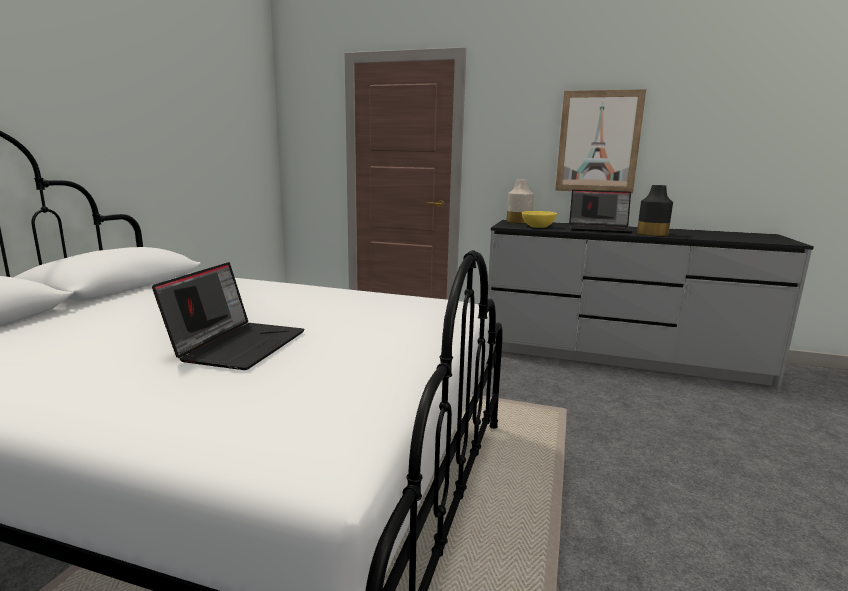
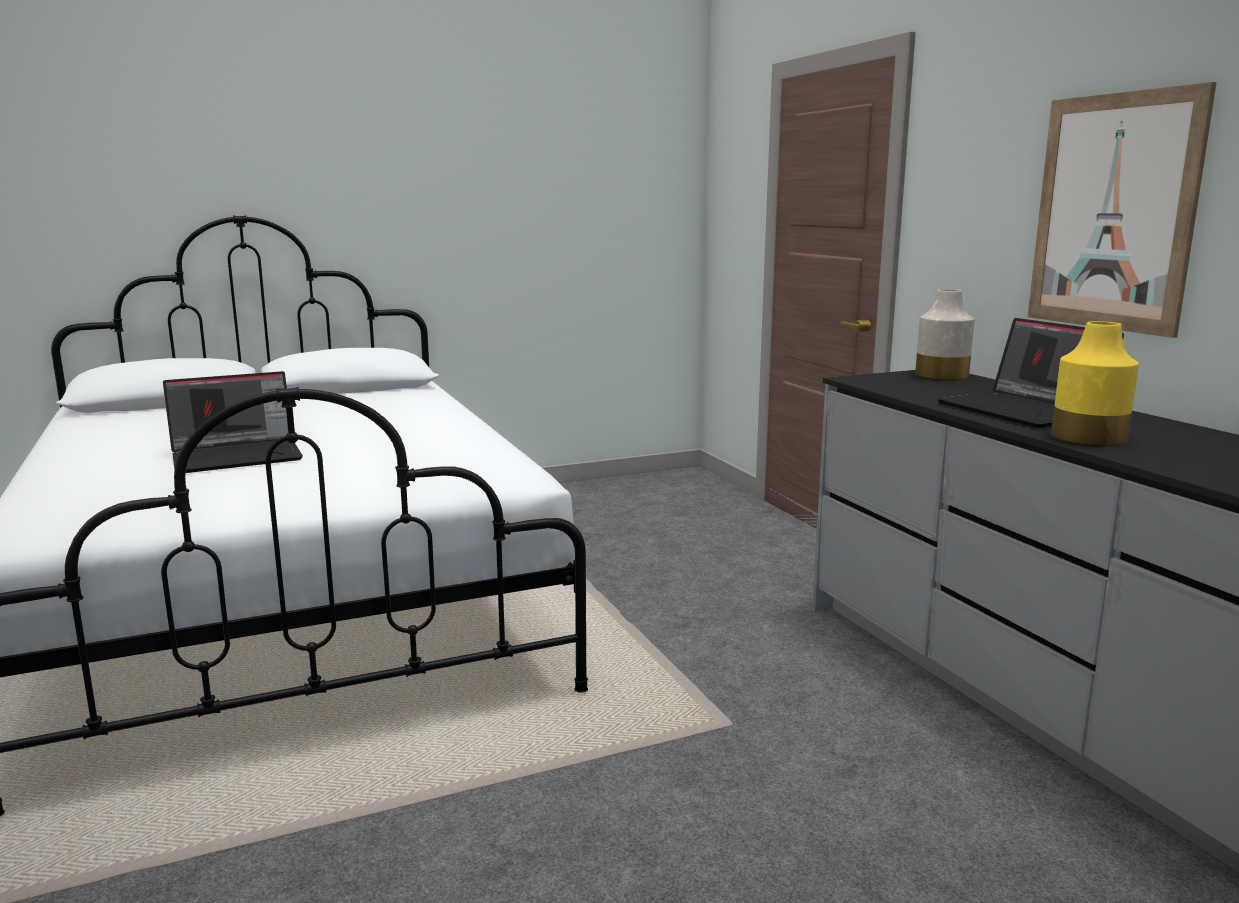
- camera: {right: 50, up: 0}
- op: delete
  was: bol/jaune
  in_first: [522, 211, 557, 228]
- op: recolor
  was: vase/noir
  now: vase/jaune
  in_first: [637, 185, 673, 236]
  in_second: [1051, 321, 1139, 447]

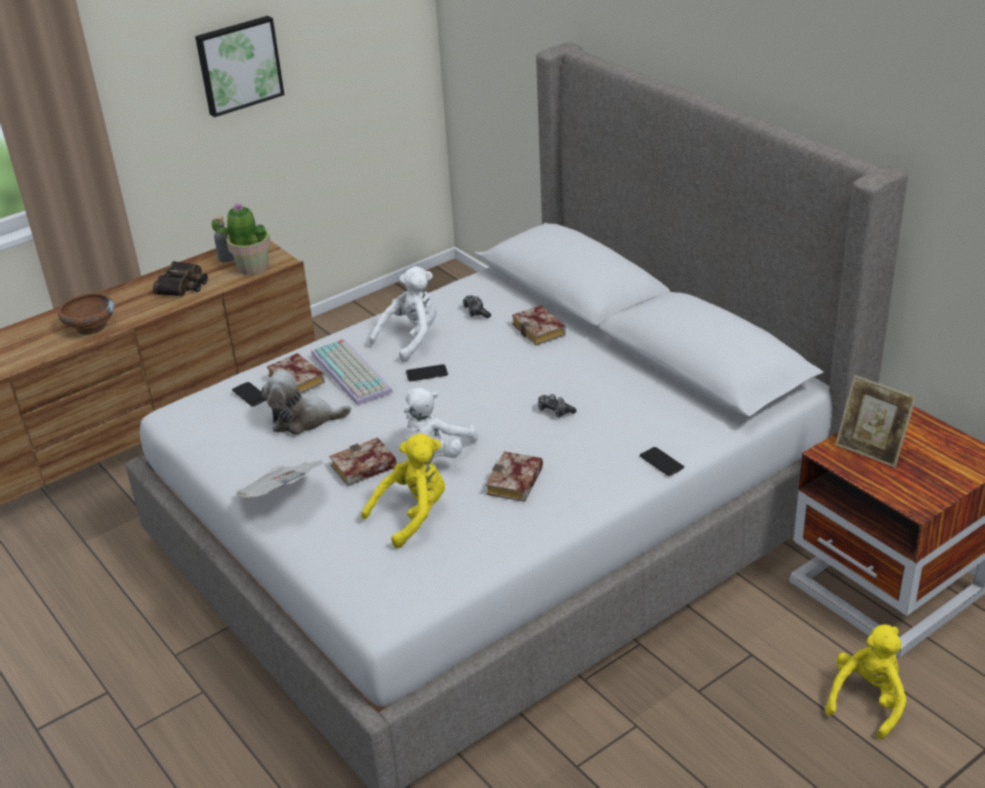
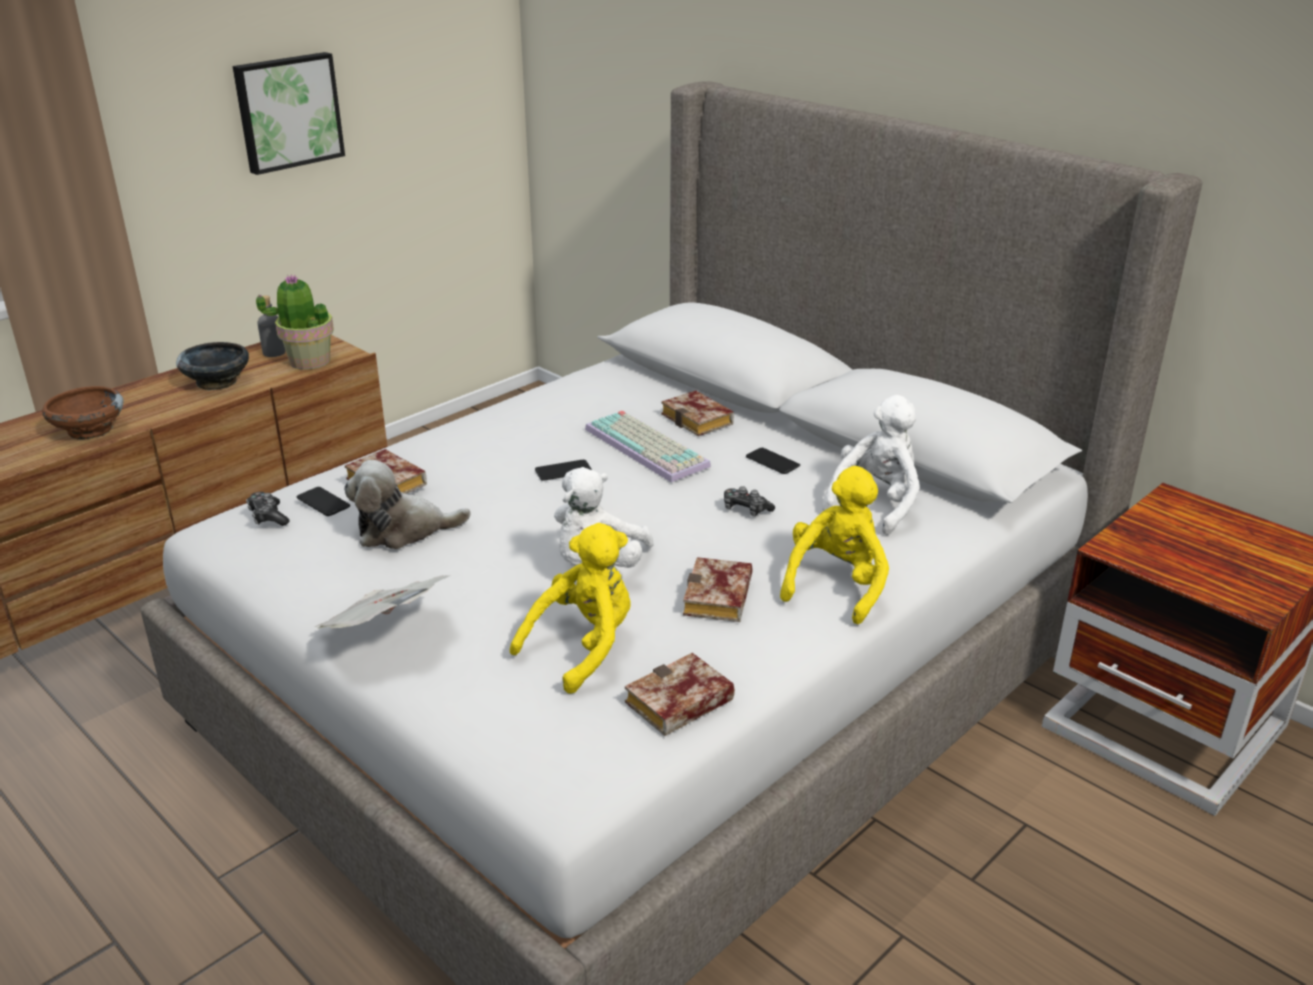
- camera: {right: -10, up: -5}
- op: delete
  was: cadre photo
  in_first: [835, 375, 916, 468]
- op: move
  was: clavier
  in_first: [311, 339, 393, 406]
  in_second: [585, 411, 711, 483]
- op: move
  was: livre
  in_first: [329, 437, 397, 486]
  in_second: [625, 653, 735, 736]
- op: move
  was: peluche/blanc
  in_first: [369, 266, 437, 362]
  in_second: [822, 395, 920, 535]
- op: move
  was: manette
  in_first: [462, 295, 491, 318]
  in_second: [246, 492, 290, 526]
- op: move
  was: téléphone
  in_first: [640, 447, 684, 476]
  in_second: [746, 448, 800, 474]
- op: move
  was: peluche/jaune
  in_first: [825, 624, 906, 739]
  in_second: [780, 466, 889, 625]
- op: replace
  was: jumelles
  now: bol/noir
  in_first: [153, 261, 208, 296]
  in_second: [176, 342, 249, 391]

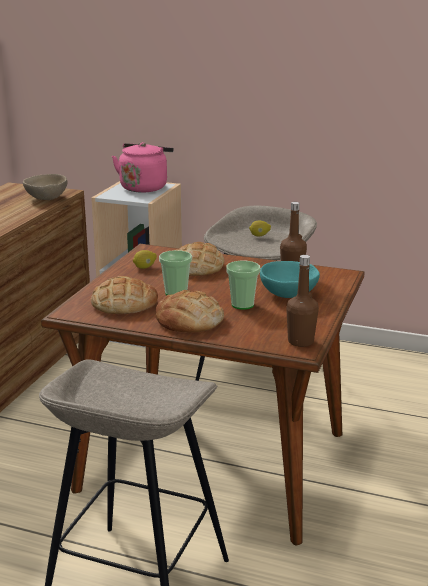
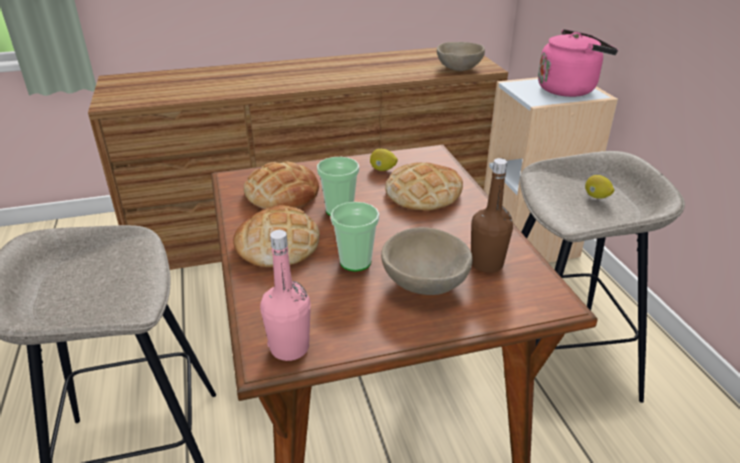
- camera: {right: 55, up: 10}
- op: recolor
  was: bol/turquoise
  now: bol/beige
  in_first: [260, 261, 320, 298]
  in_second: [381, 227, 473, 295]
- op: recolor
  was: bouteille/marron
  now: bouteille/rose
  in_first: [286, 255, 319, 347]
  in_second: [260, 230, 311, 361]

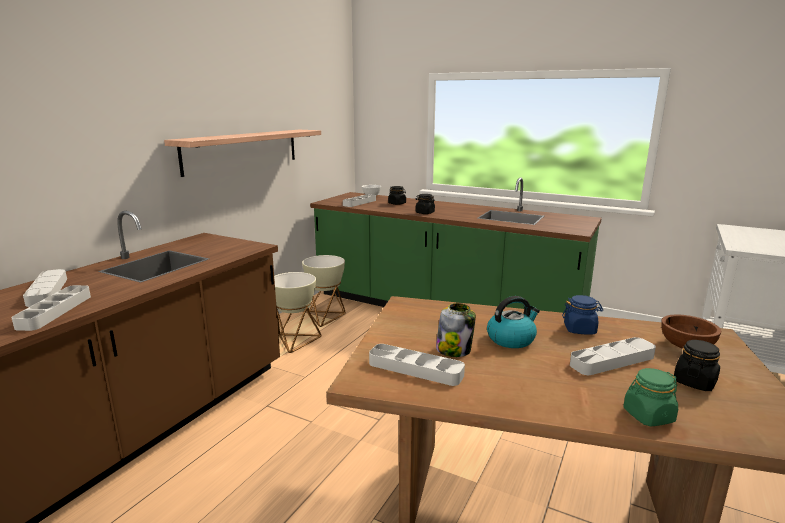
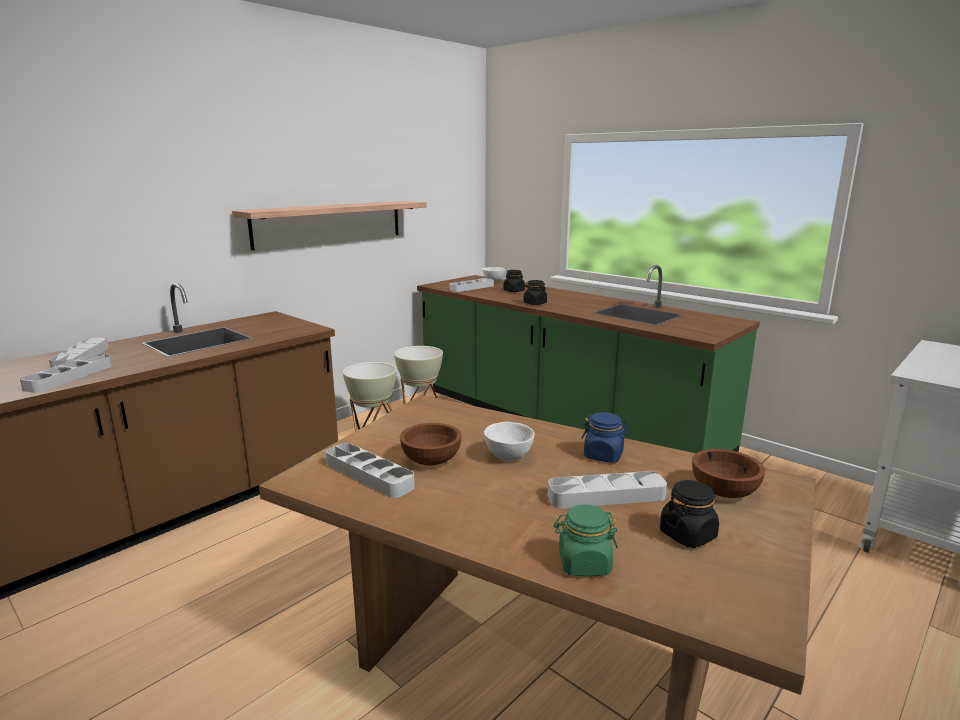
- camera: {right: 15, up: 0}
- op: replace
  was: bocal
  now: bol/marron
  in_first: [436, 303, 476, 357]
  in_second: [400, 423, 462, 465]
- op: replace
  was: bouilloire
  now: bol/blanc
  in_first: [487, 296, 540, 348]
  in_second: [484, 422, 534, 461]

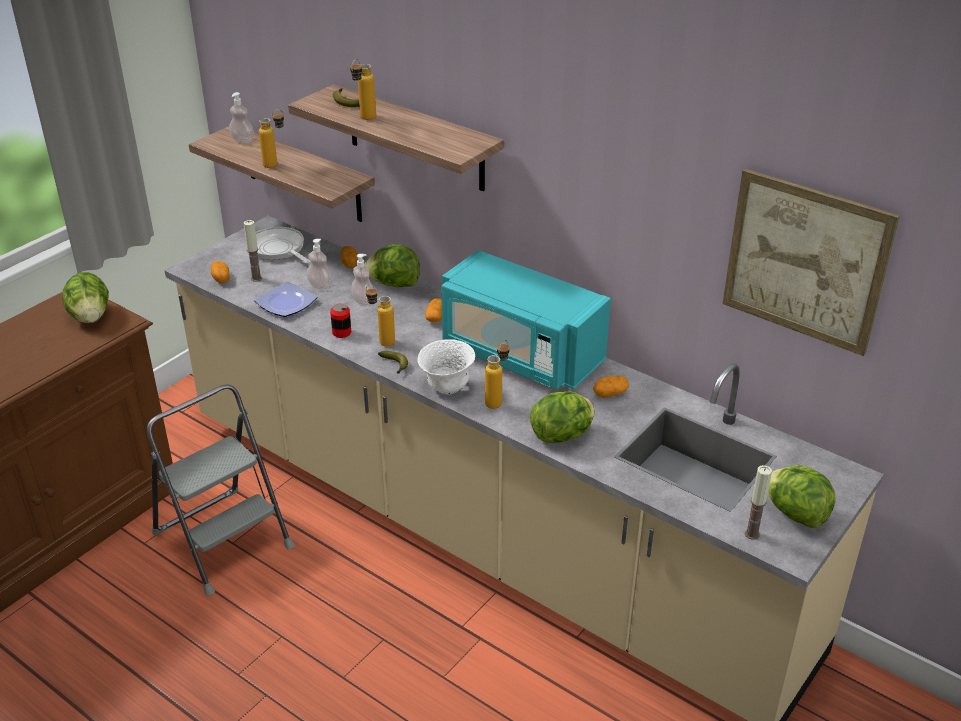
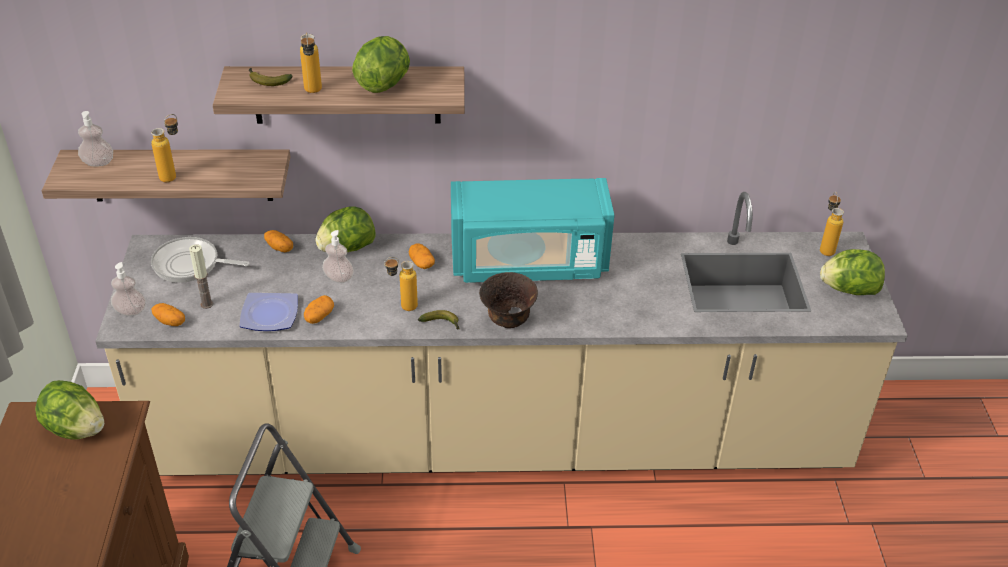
- camera: {right: -40, up: 5}
- op: delete
  was: boîte métallique
  in_first: [330, 304, 351, 338]
- op: delete
  was: tableau
  in_first: [722, 169, 900, 356]
- op: delete
  was: bougie
  in_first: [745, 465, 772, 540]
- op: move
  was: distributeur de savon
  in_first: [307, 239, 332, 290]
  in_second: [111, 262, 146, 316]
- op: move
  was: bouteille
  in_first: [485, 340, 510, 409]
  in_second: [820, 192, 844, 256]
- op: move
  was: laitue
  in_first: [530, 391, 594, 443]
  in_second: [352, 36, 410, 93]
- op: move
  was: pomme de terre
  in_first: [593, 376, 629, 398]
  in_second: [304, 295, 334, 324]
- op: recolor
  was: bol/blanc
  now: bol/marron
  in_first: [417, 340, 475, 394]
  in_second: [479, 272, 538, 328]

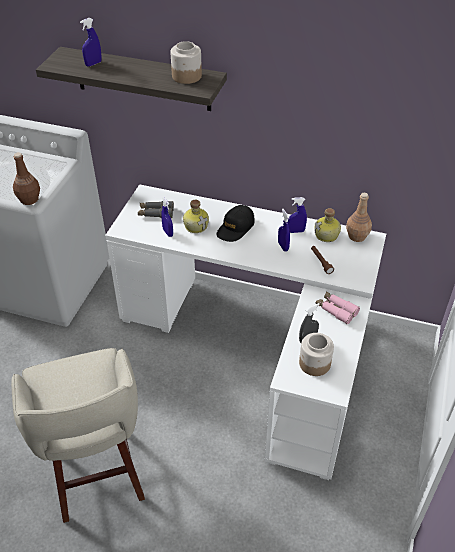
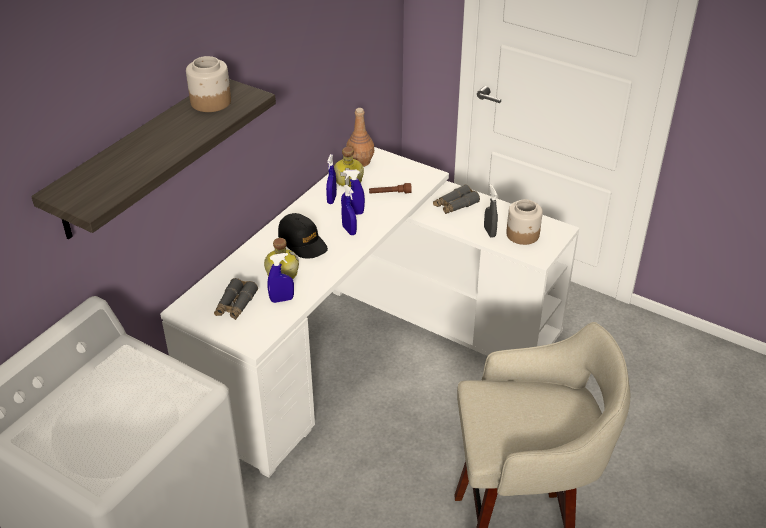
- camera: {right: -75, up: -5}
- op: delete
  was: bouteille/marron
  in_first: [13, 152, 40, 205]
- op: move
  was: vaporisateur/bleu
  in_first: [80, 18, 102, 67]
  in_second: [342, 185, 357, 235]
- op: recolor
  was: jumelles/rose
  now: jumelles/gris
  in_first: [316, 292, 360, 324]
  in_second: [433, 184, 480, 214]

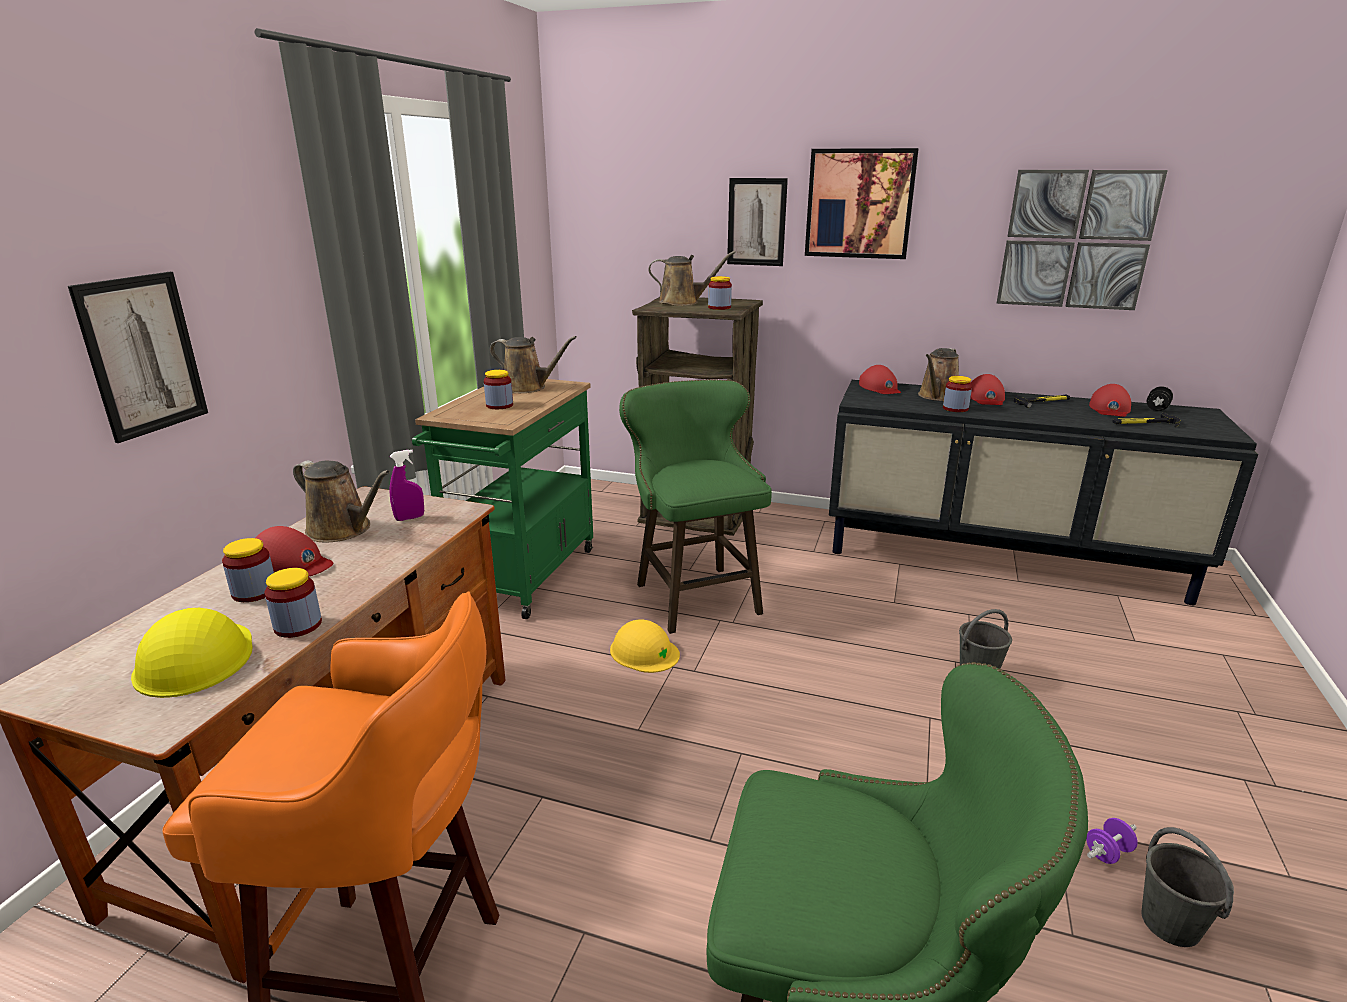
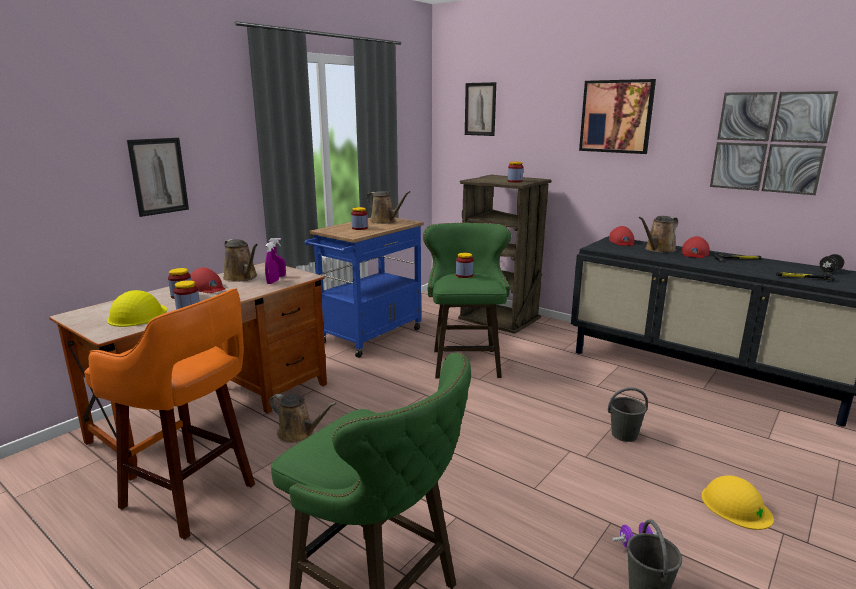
- camera: {right: 20, up: -5}
- op: delete
  was: casquette/rouge
  in_first: [1089, 384, 1131, 417]
- op: insert
  now: vaporisateur/violet
  in_second: [265, 241, 279, 284]
- op: move
  was: casque de chantier/jaune
  in_first: [610, 619, 680, 673]
  in_second: [702, 475, 774, 530]
- op: move
  was: arrosoir/marron
  in_first: [648, 251, 735, 306]
  in_second: [269, 394, 337, 443]
- op: move
  was: tableau
  in_first: [727, 178, 788, 266]
  in_second: [465, 82, 496, 136]
- op: move
  was: bocal
  in_first: [943, 376, 972, 412]
  in_second: [456, 253, 474, 278]
- op: recolor
  was: chariot/vert
  now: chariot/bleu
  in_first: [412, 379, 593, 619]
  in_second: [305, 218, 424, 358]

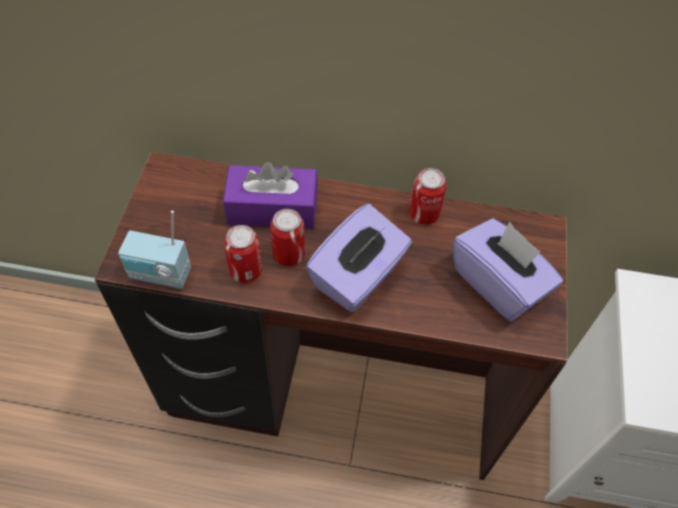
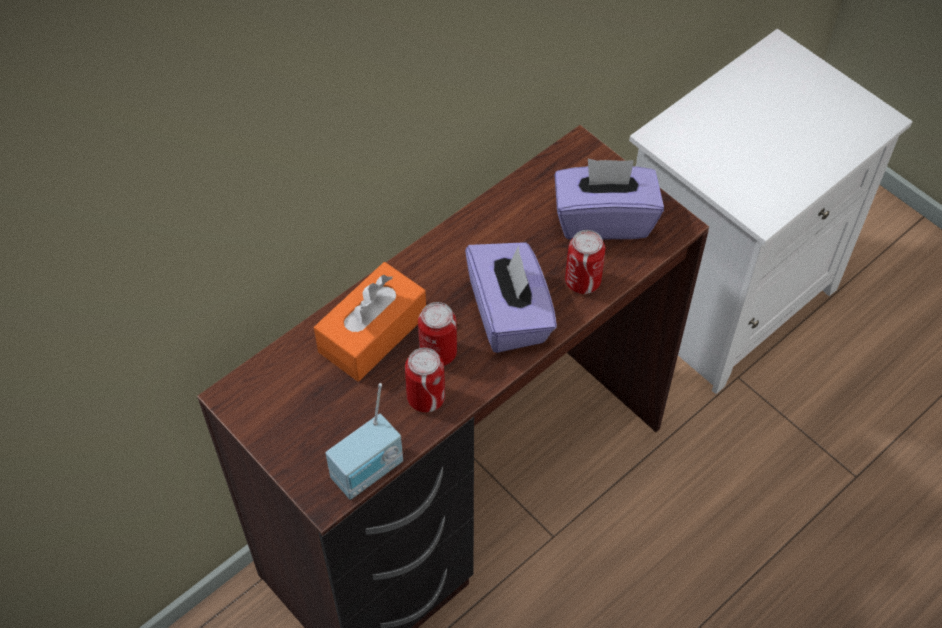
- camera: {right: -50, up: 0}
- op: move
  was: boîte métallique
  in_first: [409, 168, 447, 225]
  in_second: [565, 230, 605, 294]
- op: recolor
  was: boîte à mouchoirs/violet
  now: boîte à mouchoirs/orange
  in_first: [223, 162, 318, 229]
  in_second: [314, 262, 426, 381]

